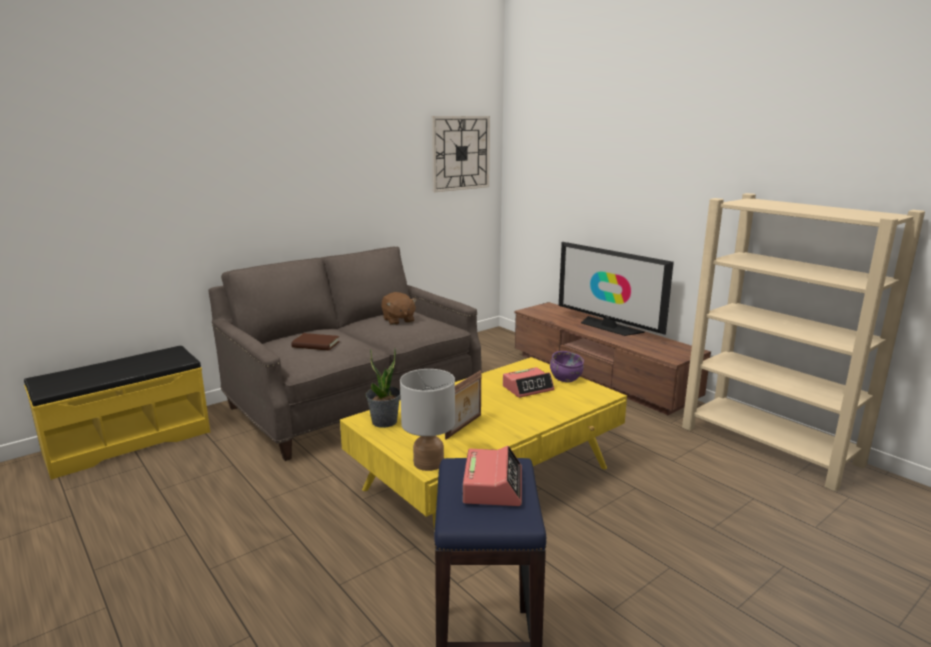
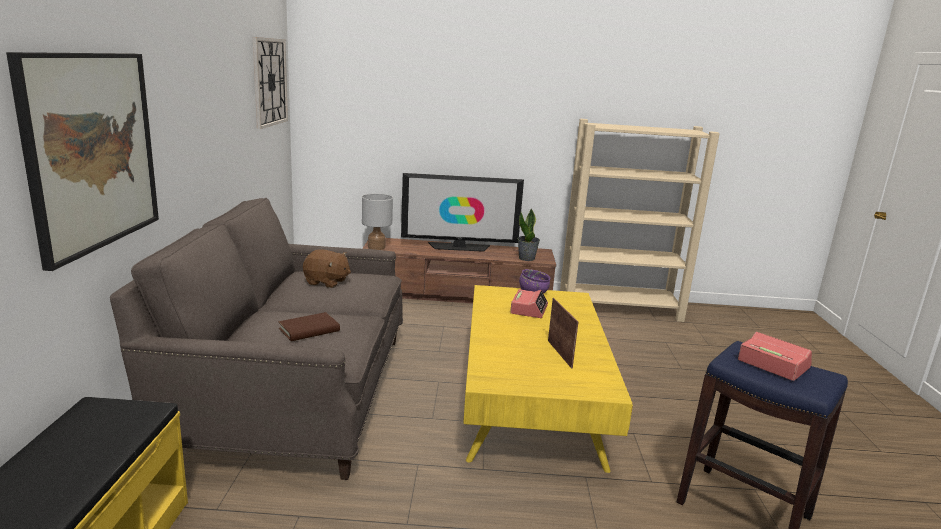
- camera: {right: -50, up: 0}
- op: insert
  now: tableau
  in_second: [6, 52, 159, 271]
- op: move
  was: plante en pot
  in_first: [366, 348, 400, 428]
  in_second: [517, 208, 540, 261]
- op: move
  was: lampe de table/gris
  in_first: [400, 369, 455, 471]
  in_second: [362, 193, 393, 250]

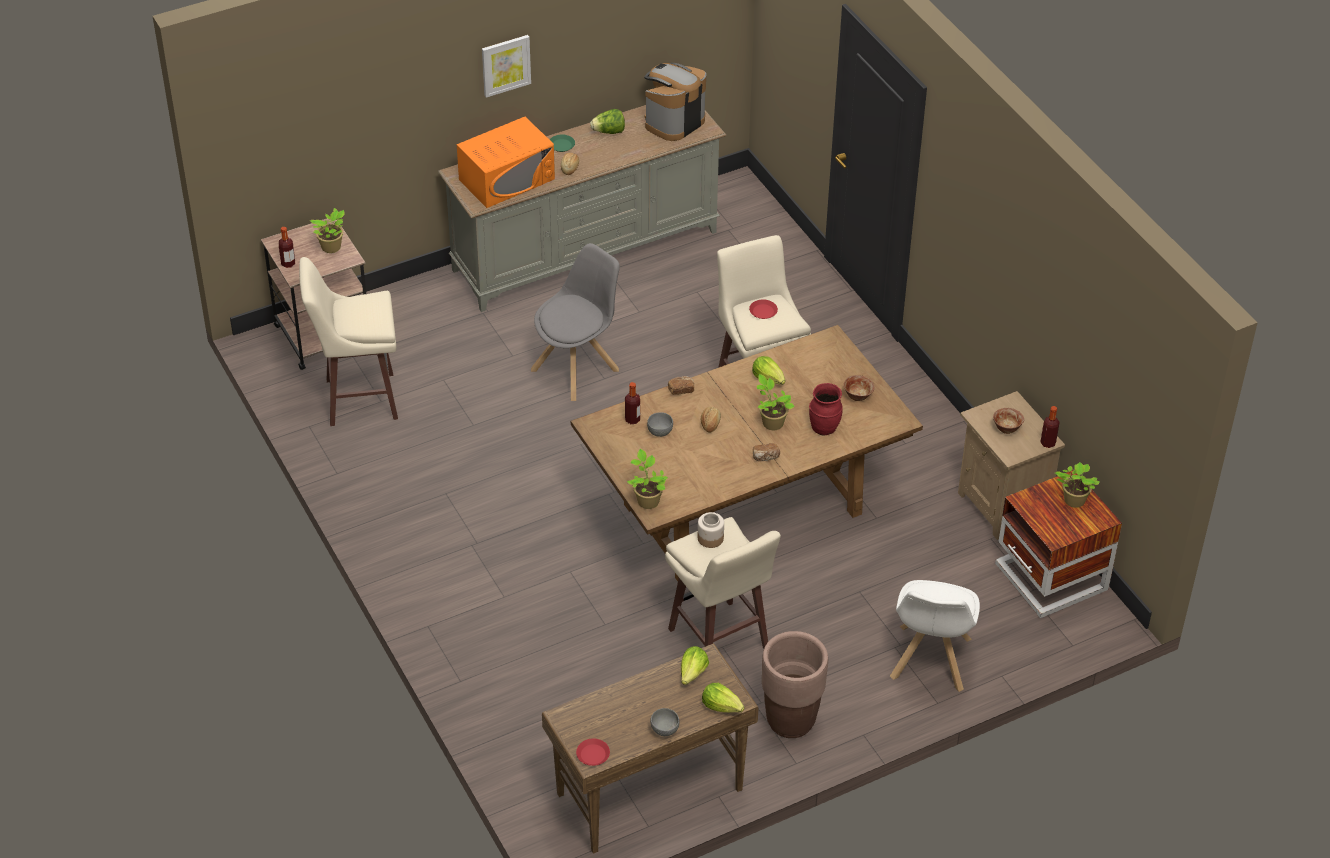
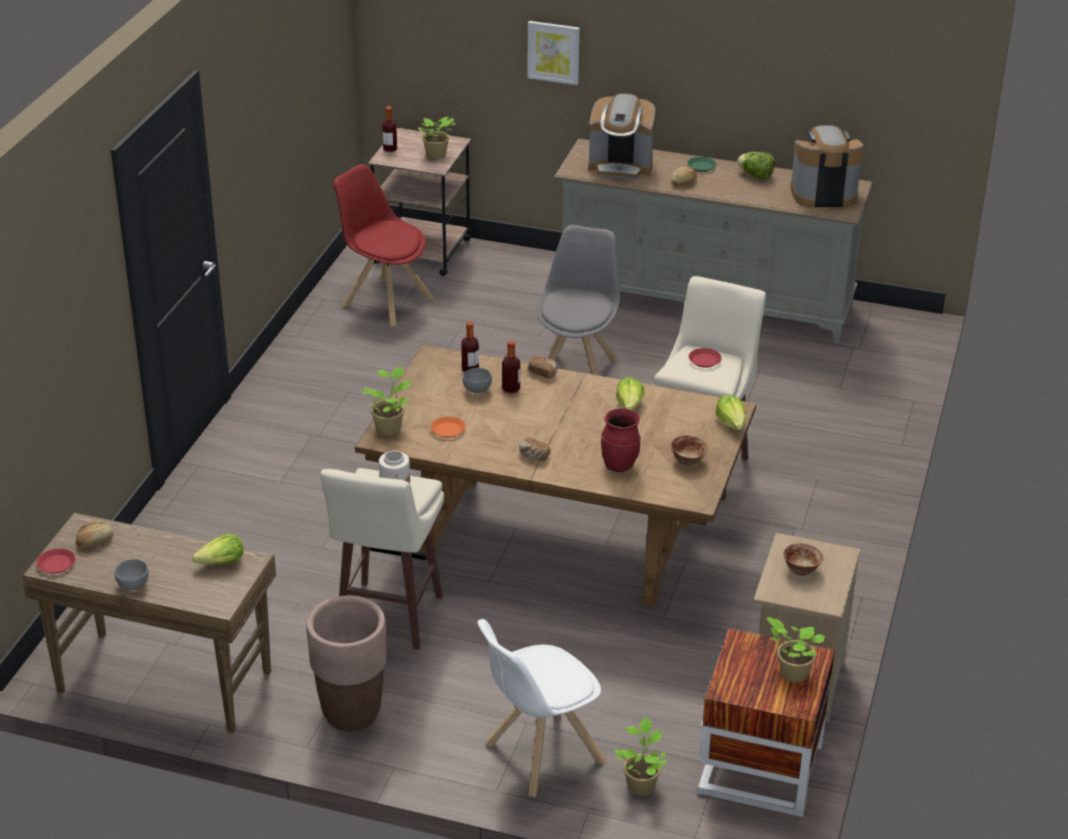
- camera: {right: 45, up: -10}
- op: insert
  now: assiette/orange
  in_second: [431, 416, 466, 438]
- op: move
  was: tableau
  in_first: [482, 35, 531, 98]
  in_second: [527, 21, 580, 85]
- op: move
  was: pain
  in_first: [701, 407, 721, 433]
  in_second: [76, 521, 113, 548]
- op: move
  was: laitue
  in_first: [702, 683, 744, 713]
  in_second: [715, 395, 746, 430]
- op: move
  was: plante en pot
  in_first: [757, 374, 795, 430]
  in_second: [614, 717, 667, 795]
- op: move
  was: bouteille
  in_first: [1040, 406, 1060, 448]
  in_second: [502, 341, 520, 394]
- op: replace
  was: tabouret/beige
  now: chaise/rouge
  in_first: [299, 257, 398, 426]
  in_second: [334, 164, 434, 327]
- op: replace
  was: micro-ondes/orange
  now: machine à café
  in_first: [457, 117, 555, 208]
  in_second: [588, 93, 655, 180]
- op: rotate
  was: chaise/gris
  in_first: [531, 243, 620, 401]
  in_second: [537, 225, 620, 375]
  clockwise: -75

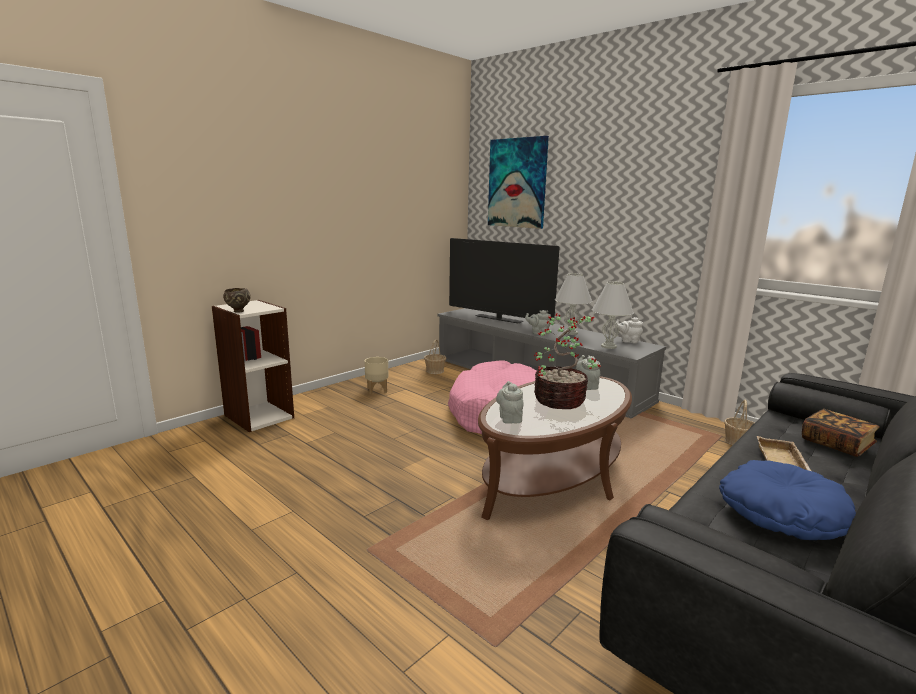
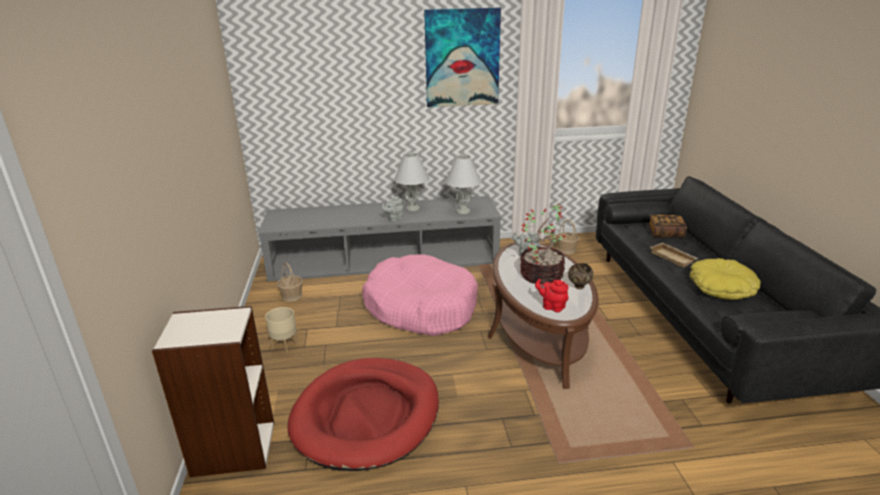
- camera: {right: -50, up: 10}
- op: delete
  was: téléviseur
  in_first: [449, 238, 560, 323]
- op: insert
  now: panier pour chien/rouge
  in_second: [287, 358, 439, 471]
- op: move
  was: bol/marron
  in_first: [223, 288, 251, 313]
  in_second: [568, 263, 593, 289]
- op: move
  was: tableau
  in_first: [488, 136, 549, 229]
  in_second: [424, 8, 501, 107]
- op: recolor
  was: théière/gris
  now: théière/rouge
  in_first: [496, 381, 524, 424]
  in_second: [535, 279, 569, 312]
- op: recolor
  was: coussin/bleu
  now: coussin/jaune
  in_first: [719, 460, 856, 540]
  in_second: [690, 258, 761, 300]

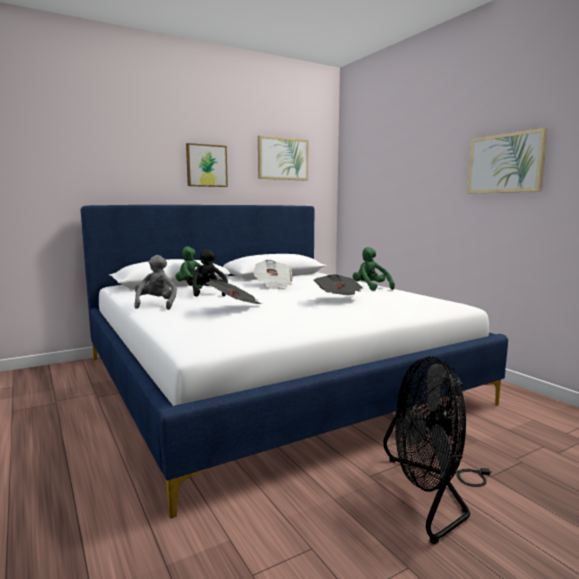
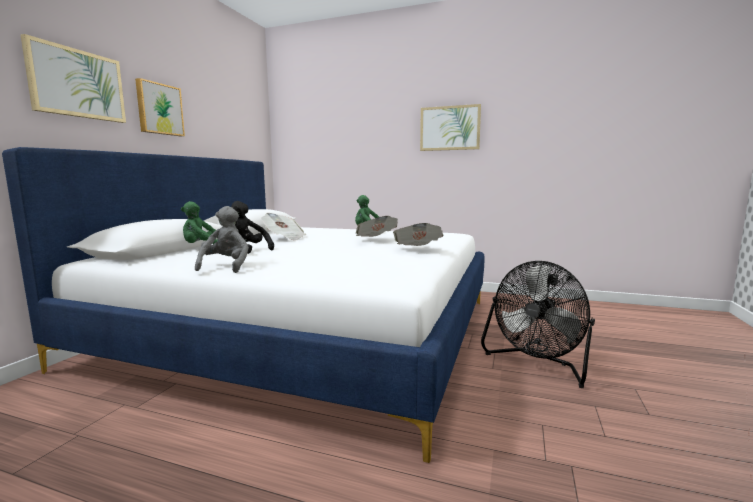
- camera: {right: -40, up: 0}
- op: move
  was: journal
  in_first: [206, 280, 262, 304]
  in_second: [393, 223, 444, 246]
- op: move
  was: tableau
  in_first: [258, 136, 308, 181]
  in_second: [21, 34, 126, 123]
- op: rotate
  was: peluche/gris
  in_first: [134, 255, 177, 310]
  in_second: [195, 206, 249, 273]
  clockwise: 45

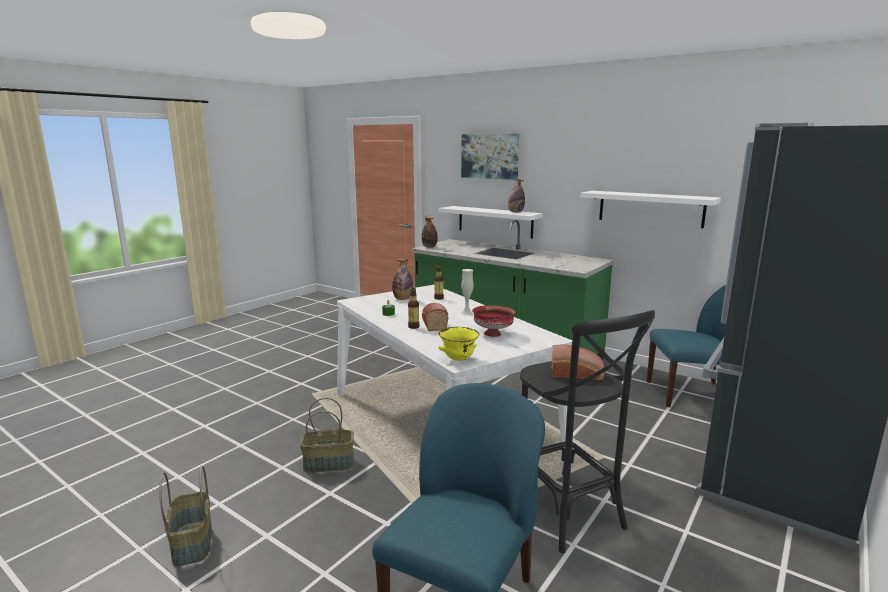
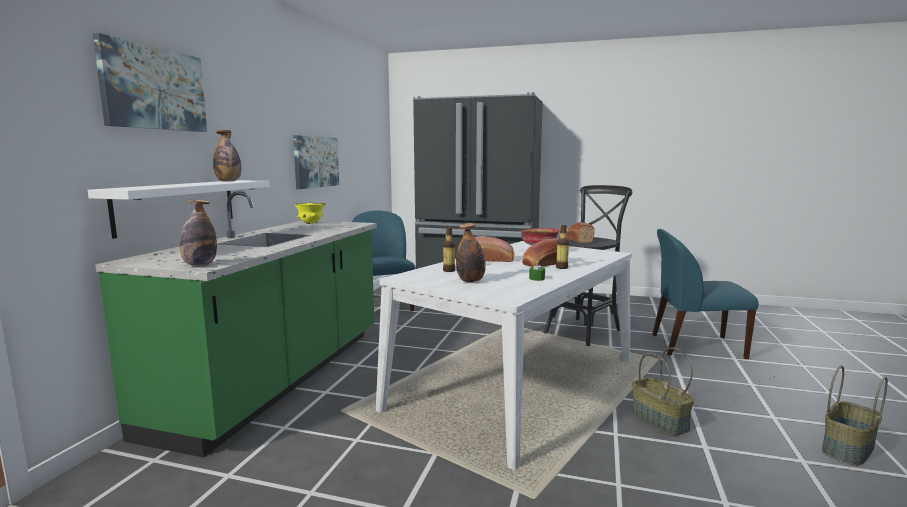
- camera: {right: -110, up: -5}
- op: move
  was: bol/jaune
  in_first: [438, 327, 479, 361]
  in_second: [294, 203, 325, 224]
- op: replace
  was: vase/blanc
  now: pain
  in_first: [461, 269, 473, 316]
  in_second: [475, 236, 514, 262]
- op: replace
  was: étagère/blanc
  now: tableau
  in_first: [581, 191, 721, 228]
  in_second: [293, 135, 339, 189]

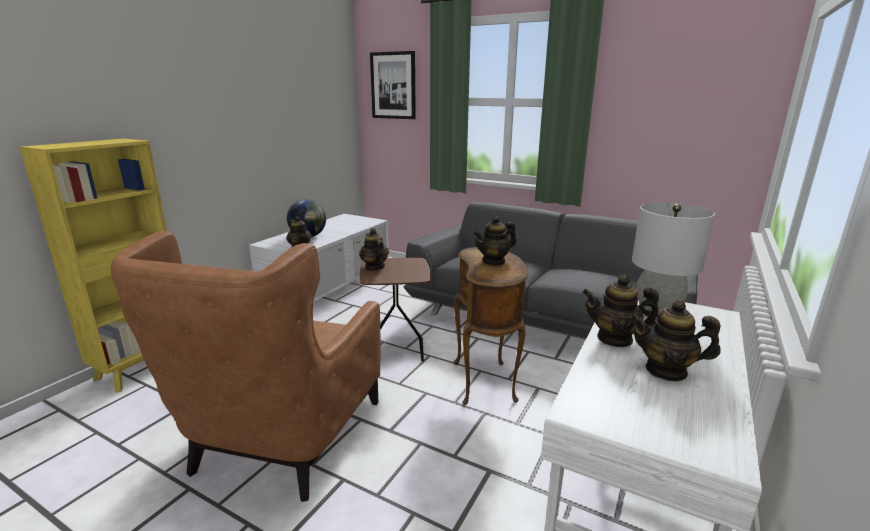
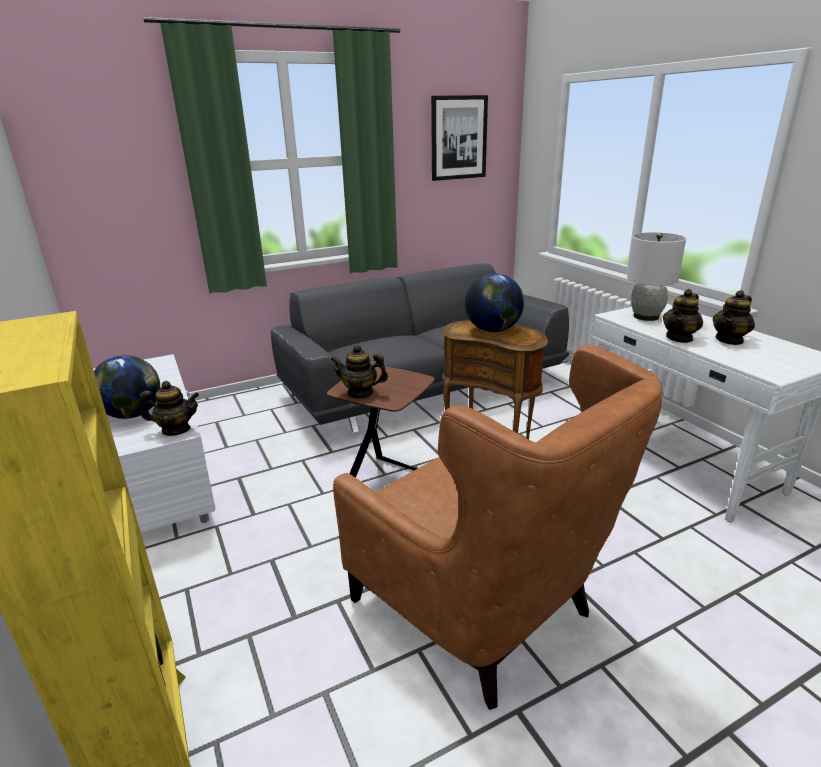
- camera: {right: -55, up: 5}
- op: move
  was: tableau
  in_first: [370, 51, 416, 119]
  in_second: [431, 95, 488, 181]
- op: replace
  was: théière
  now: globe
  in_first: [473, 216, 516, 266]
  in_second: [465, 273, 524, 332]

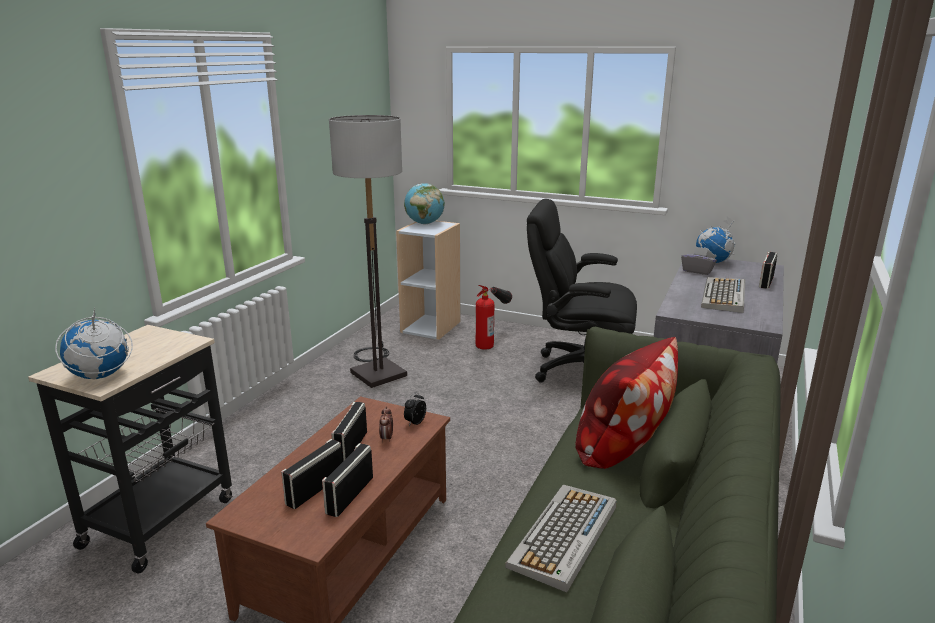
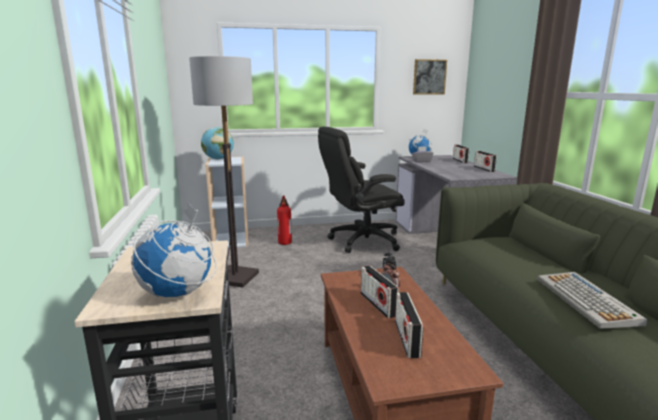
- camera: {right: -35, up: -5}
- op: delete
  was: coussin
  in_first: [575, 337, 678, 469]
- op: delete
  was: clavier
  in_first: [701, 277, 745, 313]
- op: insert
  now: tableau
  in_second: [413, 59, 447, 95]
- op: move
  was: radio
  in_first: [322, 443, 373, 517]
  in_second: [474, 151, 497, 172]

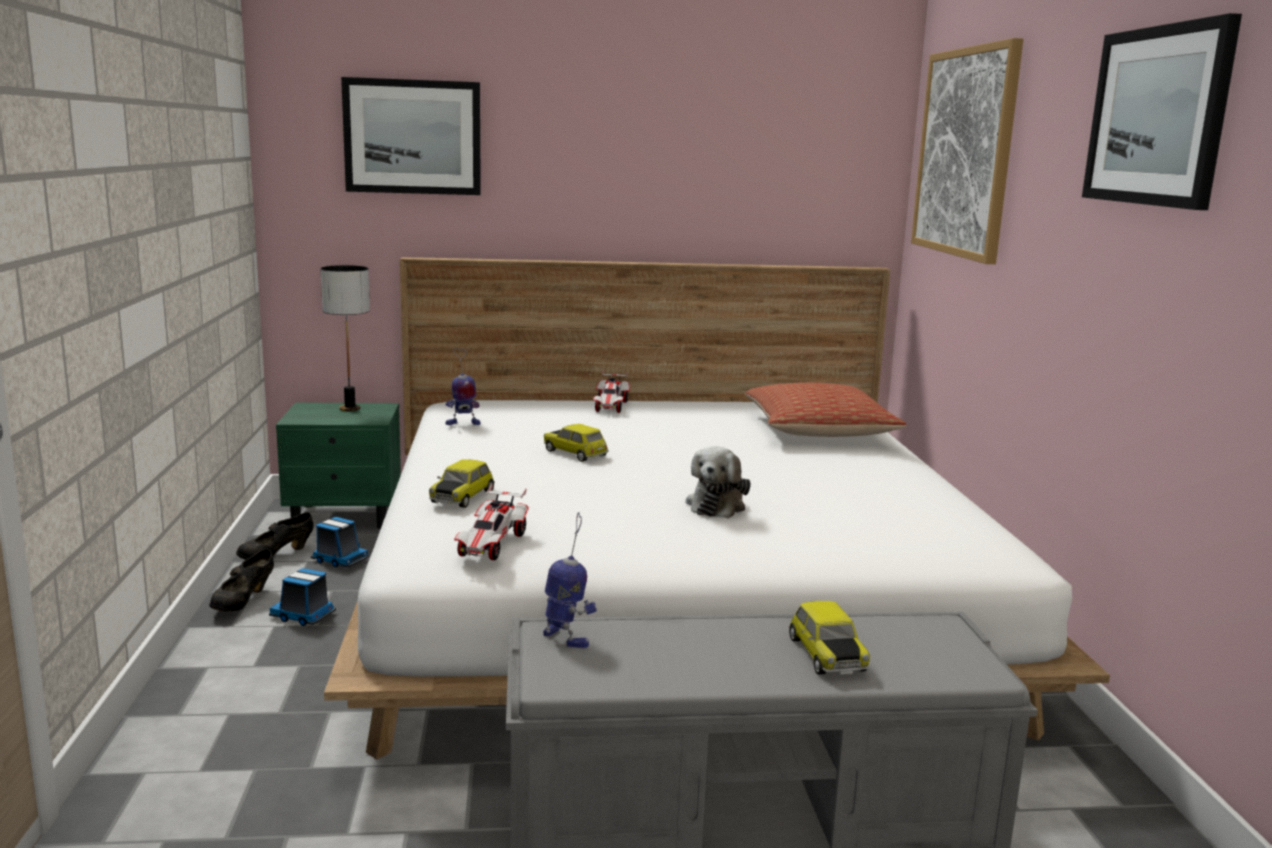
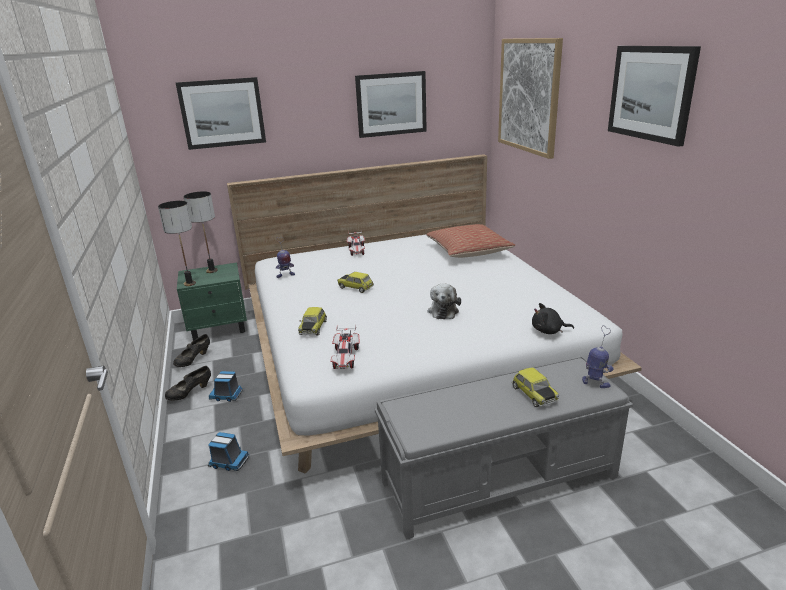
- camera: {right: -10, up: 10}
- op: insert
  now: lampe de table
  in_second: [158, 201, 196, 286]
- op: insert
  now: tableau
  in_second: [355, 71, 427, 138]
- op: insert
  now: peluche/noir
  in_second: [532, 303, 574, 334]
- op: move
  was: camion jouet
  in_first: [311, 517, 369, 567]
  in_second: [208, 432, 249, 471]
- op: move
  was: robot jouet
  in_first: [543, 512, 597, 648]
  in_second: [582, 325, 614, 388]
- op: rotate
  was: chaussure/noir
  in_first: [209, 549, 274, 612]
  in_second: [165, 366, 211, 401]
  clockwise: 45

